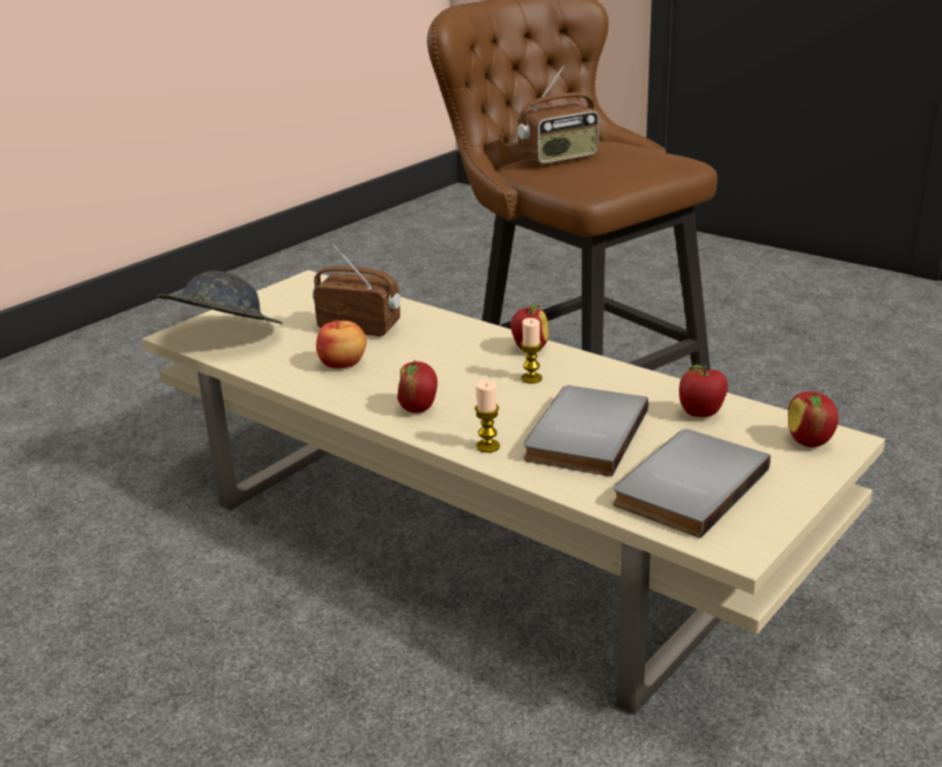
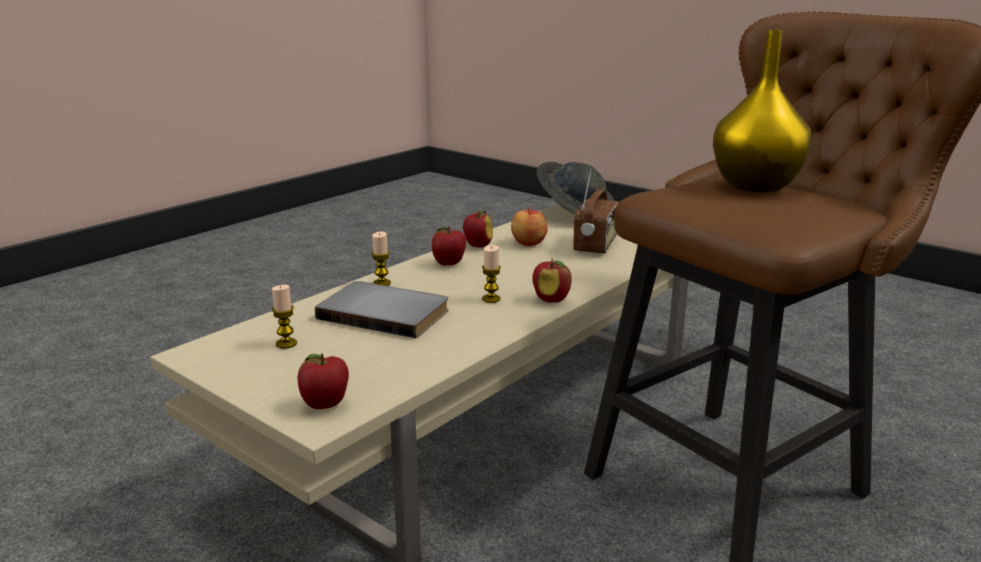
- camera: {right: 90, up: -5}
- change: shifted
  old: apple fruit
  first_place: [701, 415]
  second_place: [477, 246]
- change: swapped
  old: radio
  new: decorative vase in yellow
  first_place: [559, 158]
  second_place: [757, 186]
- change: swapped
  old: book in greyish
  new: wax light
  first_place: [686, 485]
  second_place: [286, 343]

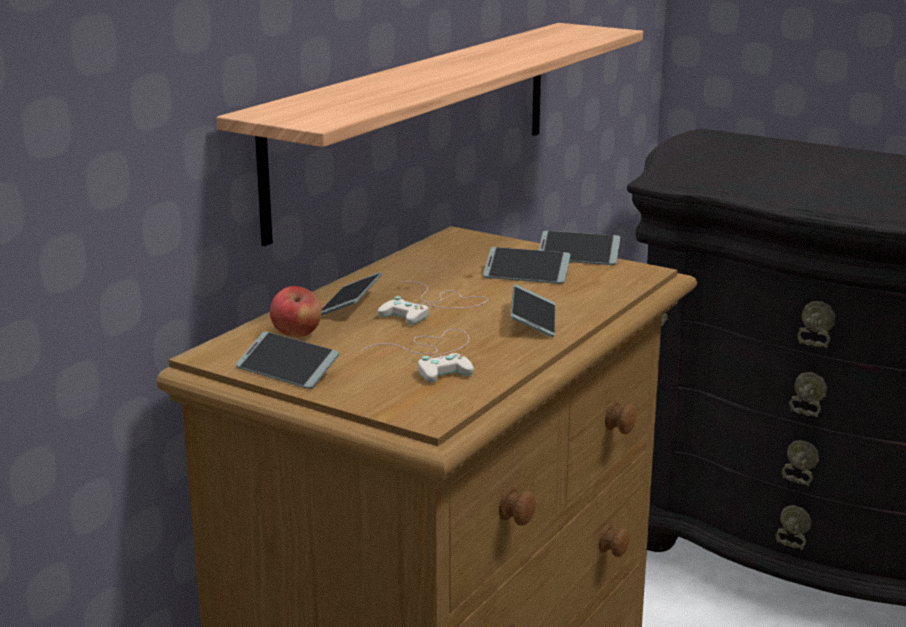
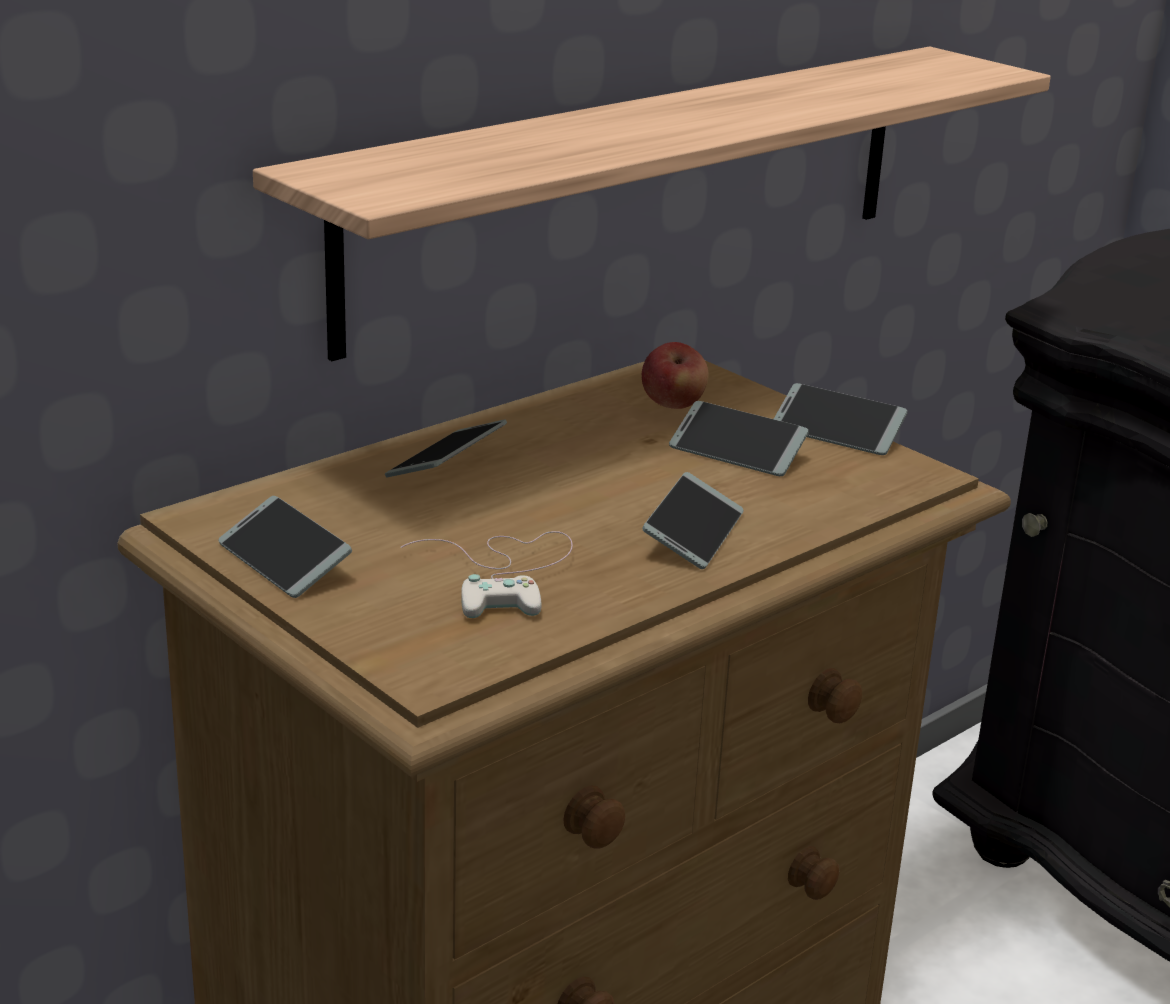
- camera: {right: 15, up: 5}
- change: gone
  old: gamepad in white-coloured
  first_place: [433, 307]
- change: shifted
  old: apple fruit
  first_place: [296, 335]
  second_place: [672, 405]

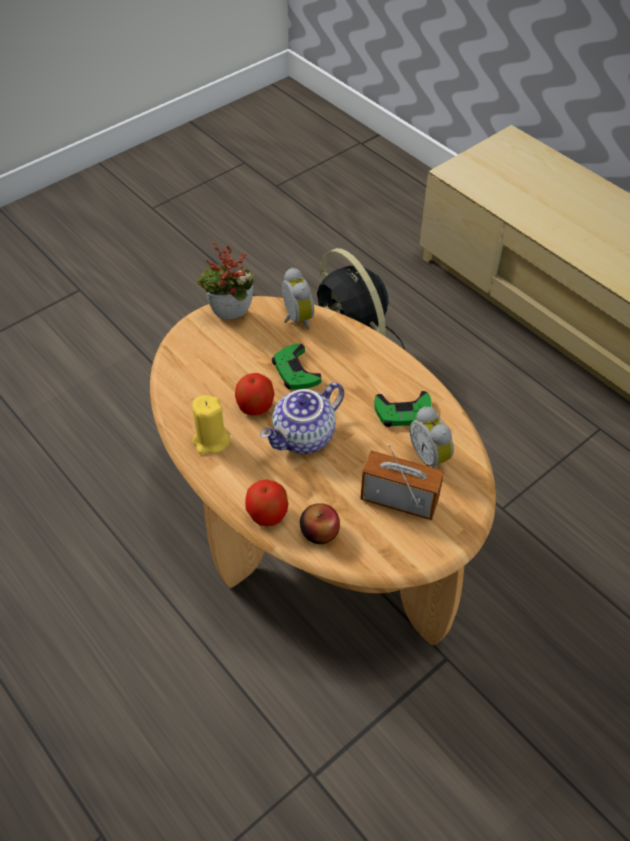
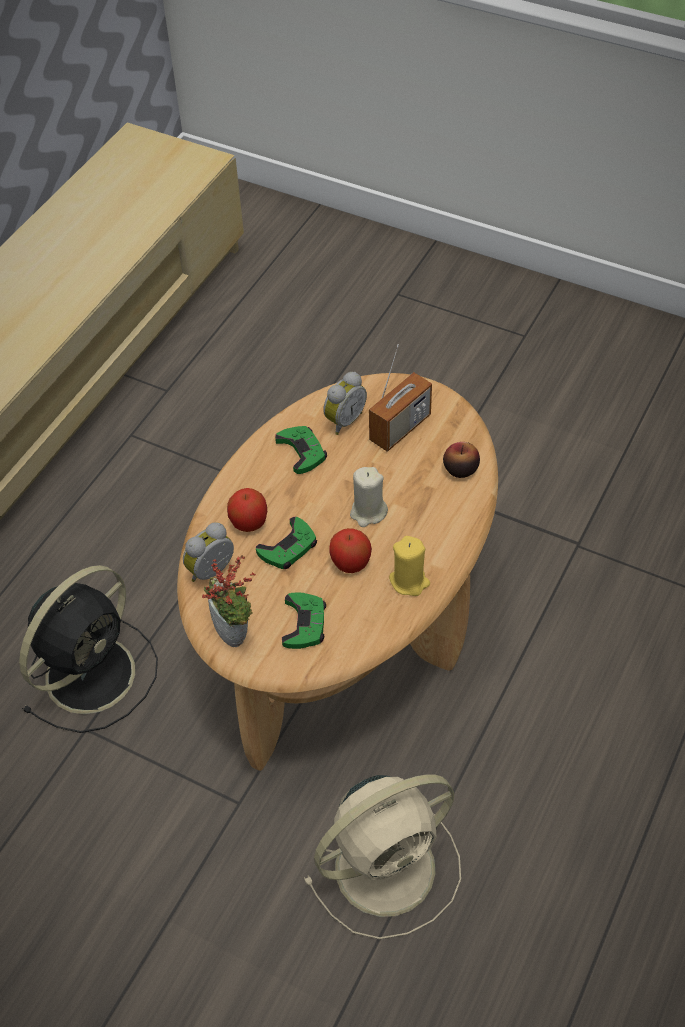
- camera: {right: -110, up: 0}
- change: new
  new: gamepad in green
  second_place: [304, 624]
- change: new
  new: cooling fan in sand-coloured
  second_place: [389, 865]
- change: shifted
  old: apple fruit
  first_place: [267, 514]
  second_place: [249, 523]
- change: swapped
  old: tea pot
  new: wax light in sand-coloured
  first_place: [304, 438]
  second_place: [368, 512]
- change: rotated
  old: radio
  first_place: [399, 500]
  second_place: [400, 428]
  degrees: -135

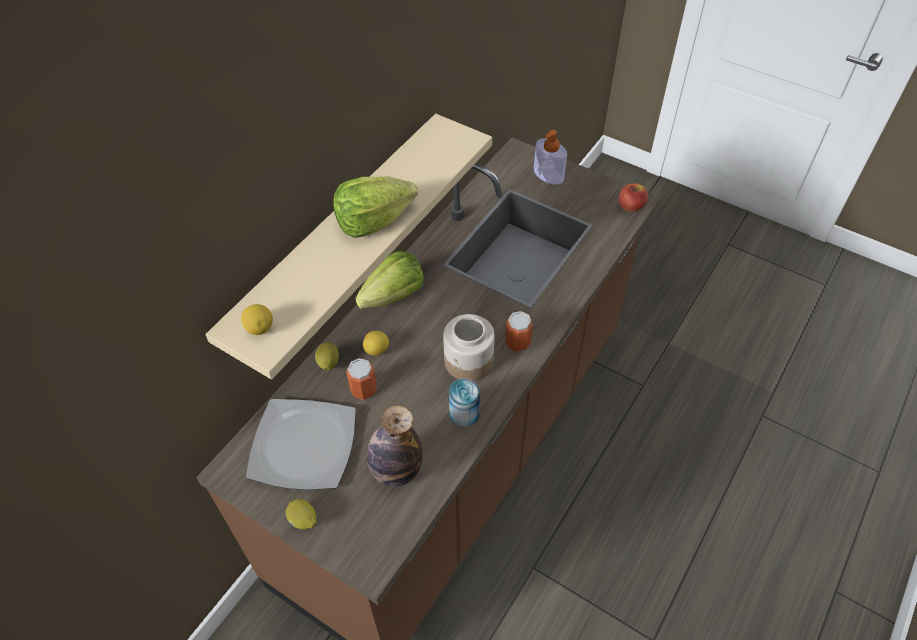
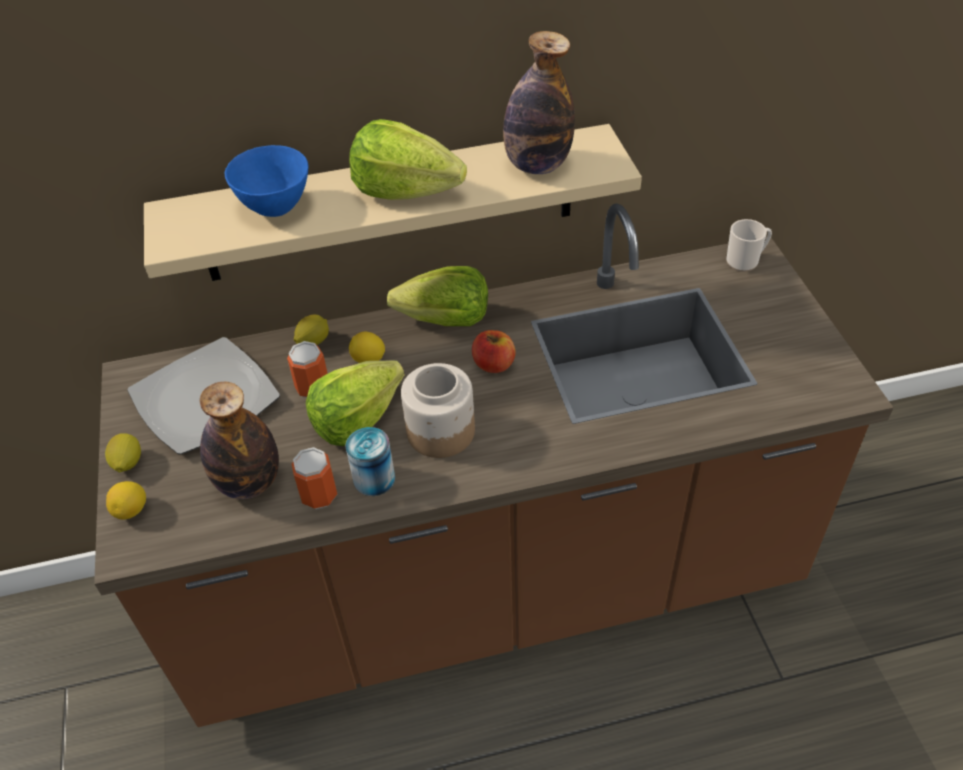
- camera: {right: 45, up: -5}
- change: gone
  old: soap dispenser
  first_place: [548, 175]
- change: new
  new: serving bowl in blue-coloured
  second_place: [276, 208]
- change: new
  new: lettuce head
  second_place: [356, 420]
- change: new
  new: beverage bottle
  second_place: [537, 165]
- change: new
  new: coffee mug
  second_place: [745, 261]
- change: shifted
  old: whole lemon
  first_place: [260, 328]
  second_place: [132, 510]
- change: shifted
  old: can
  first_place: [517, 343]
  second_place: [319, 495]
- change: shifted
  old: apple fruit
  first_place: [631, 206]
  second_place: [494, 364]

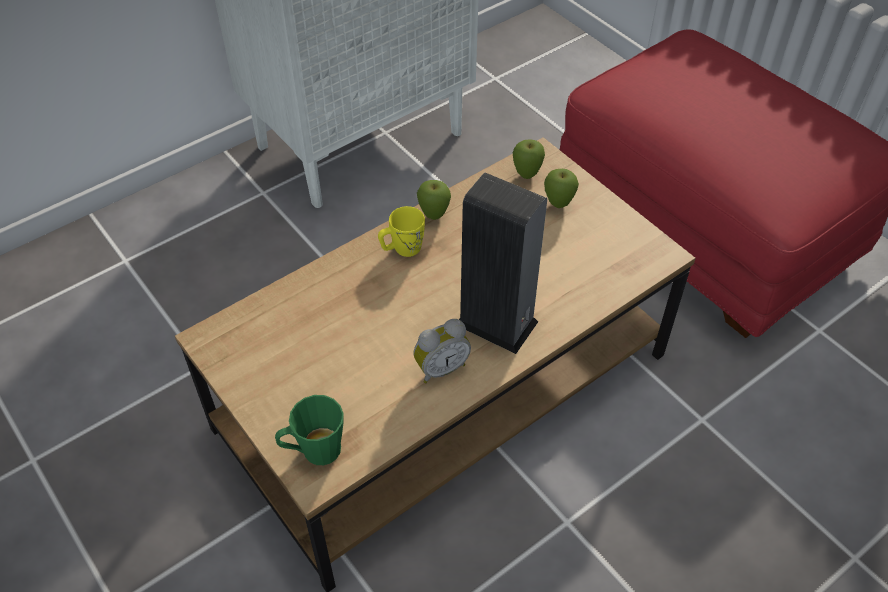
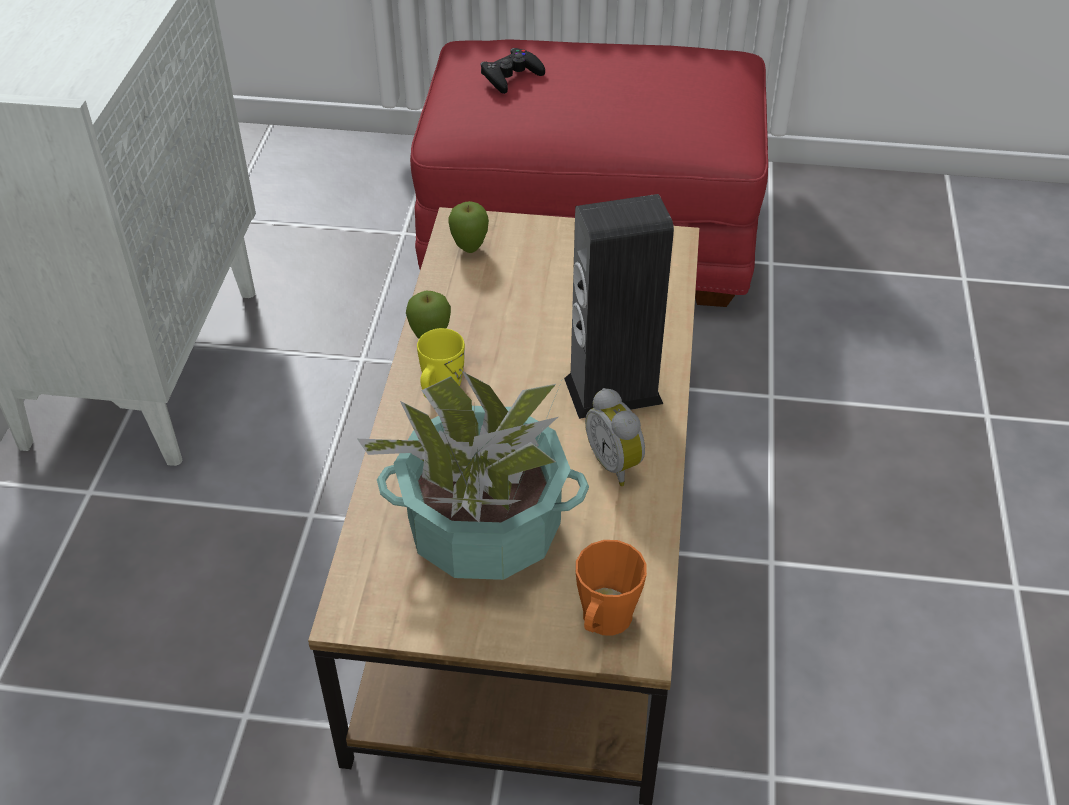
- camera: {right: -45, up: -5}
- change: gone
  old: apple fruit
  first_place: [558, 205]
- change: new
  new: houseplant
  second_place: [484, 529]
- change: new
  new: gamepad in black
  second_place: [511, 76]
- change: repainted
  old: coffee mug in green
  new: coffee mug in orangey
  first_place: [314, 451]
  second_place: [603, 623]
- change: rotated
  old: bedside clock
  first_place: [440, 368]
  second_place: [616, 463]
  degrees: 135

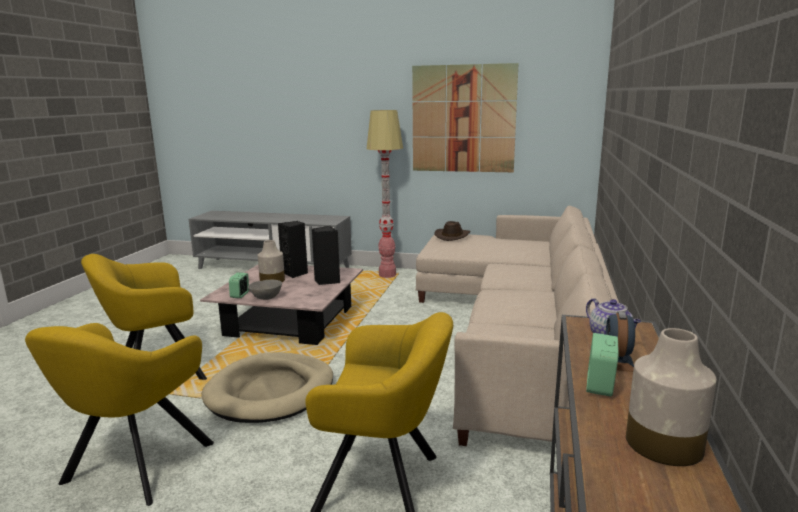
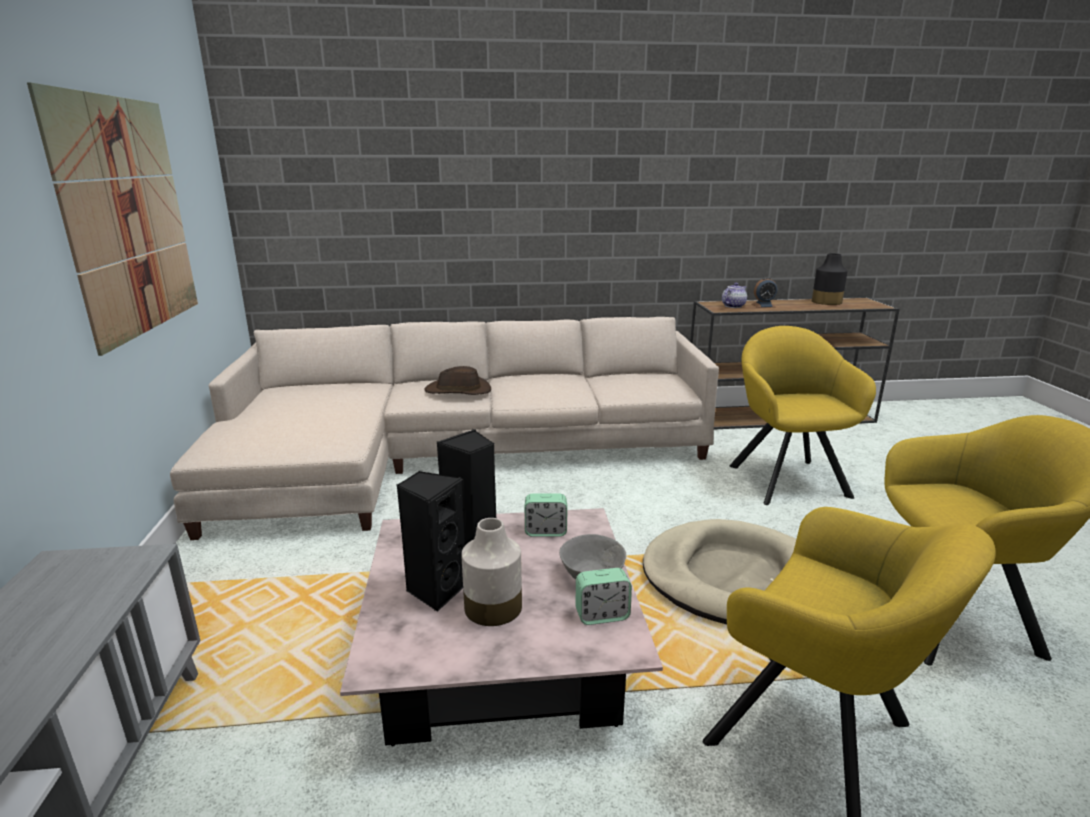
- camera: {right: -110, up: 5}
- change: gone
  old: floor lamp
  first_place: [387, 275]
- change: shifted
  old: wearable hat in brownish
  first_place: [452, 236]
  second_place: [458, 391]
- change: shifted
  old: bedside clock
  first_place: [600, 385]
  second_place: [545, 531]
- change: repainted
  old: decorative vase in sand-coloured
  new: decorative vase in black
  first_place: [664, 443]
  second_place: [827, 301]

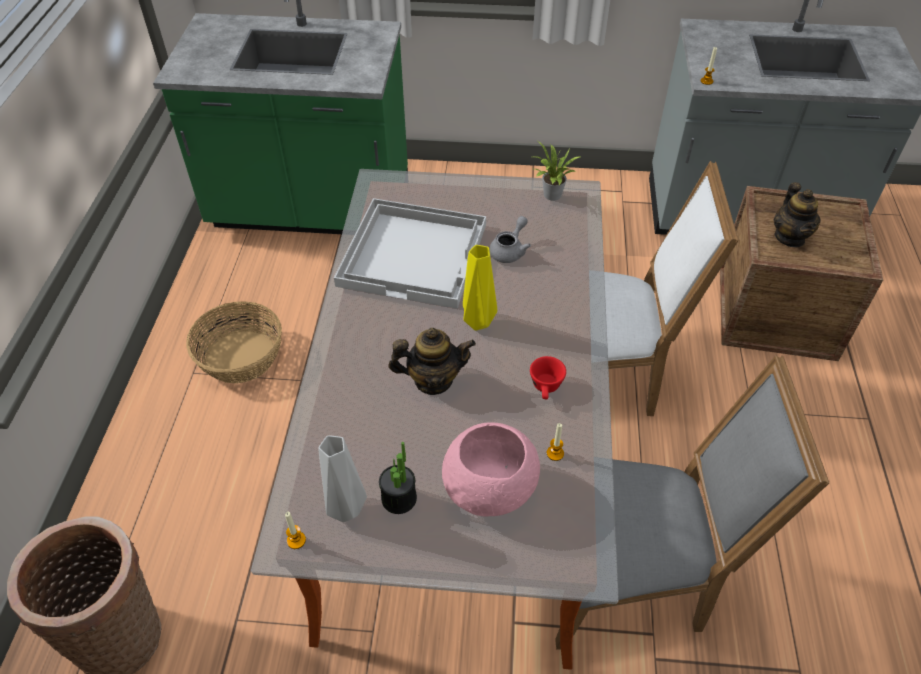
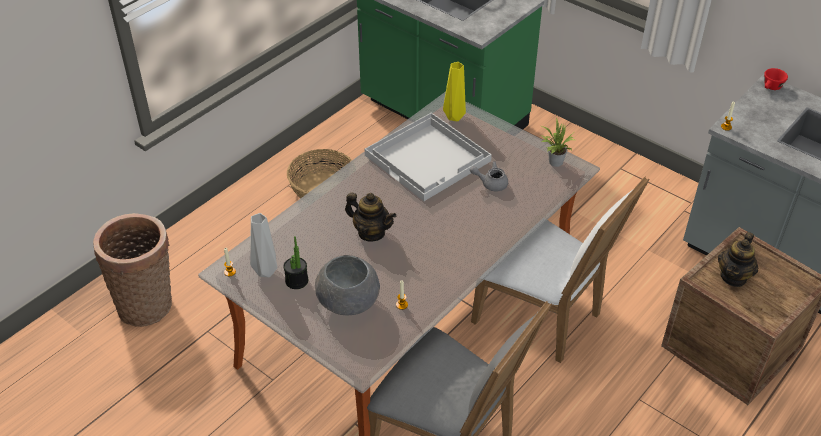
- camera: {right: 35, up: -5}
- change: shifted
  old: decorative vase in yellow
  first_place: [476, 321]
  second_place: [454, 116]
- change: shifted
  old: cup in red-coloured
  first_place: [546, 388]
  second_place: [771, 88]
- change: repainted
  old: serving bowl in pink
  new: serving bowl in greyish
  first_place: [488, 489]
  second_place: [347, 302]
- change: rotated
  old: tea pot in greyish
  first_place: [510, 250]
  second_place: [490, 183]
  degrees: -150

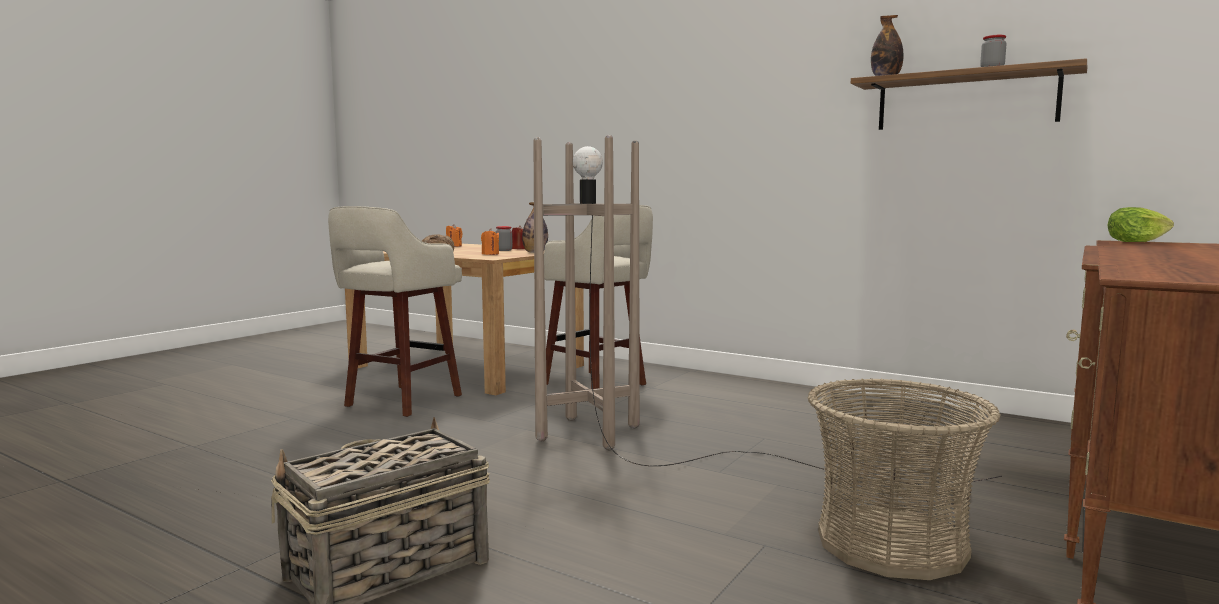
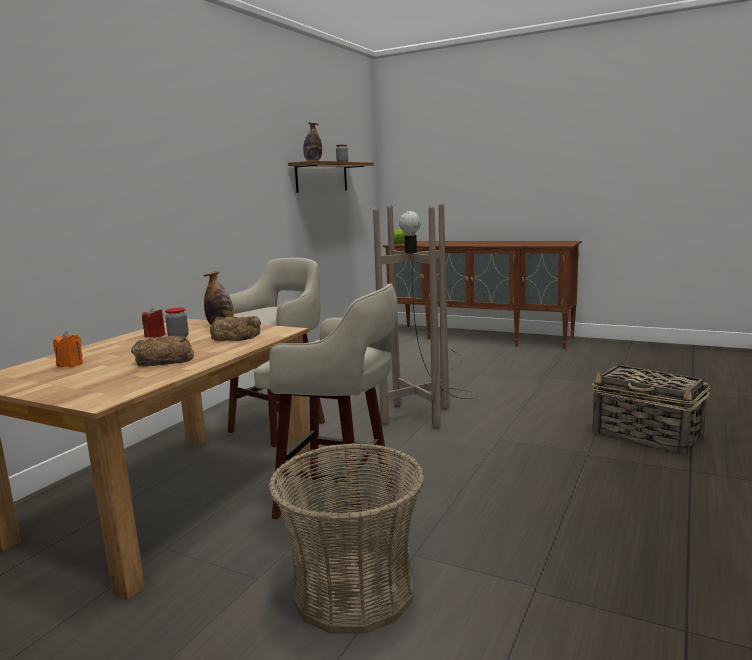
- camera: {right: -95, up: 5}
- change: shifted
  old: basket
  first_place: [891, 543]
  second_place: [353, 591]
- change: swapped
  old: wax light in orangey
  new: baked bread
  first_place: [490, 254]
  second_place: [236, 335]

